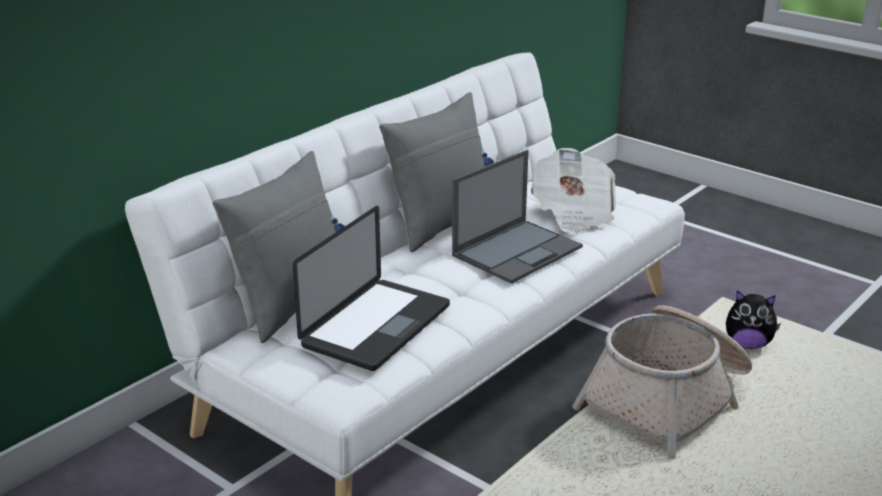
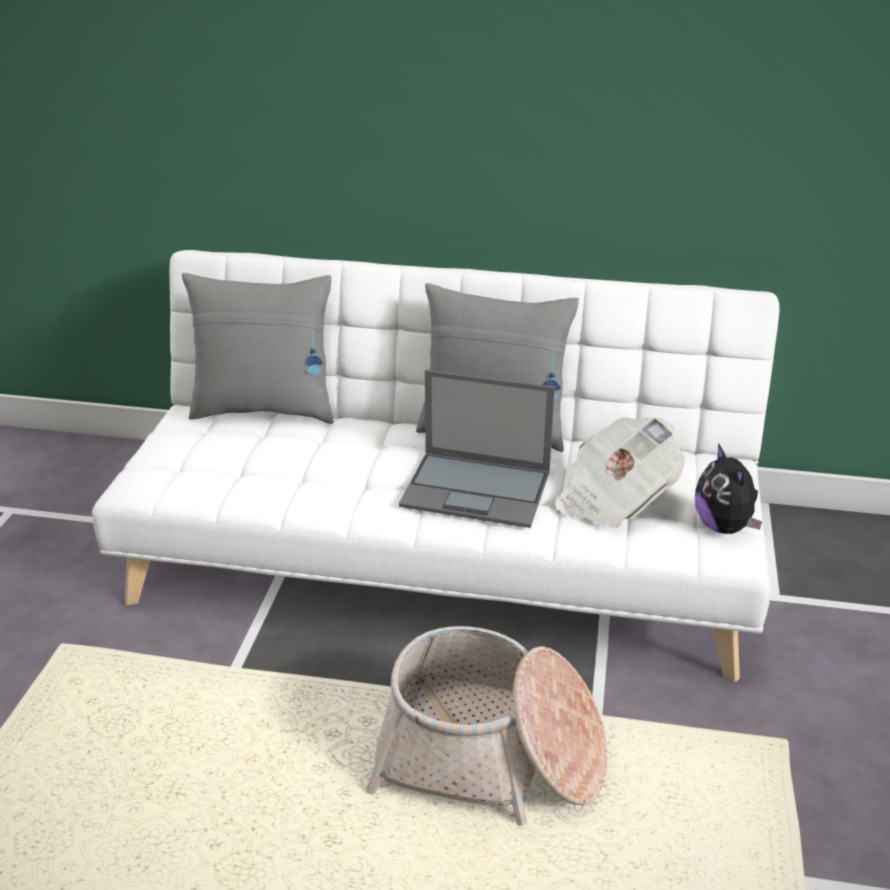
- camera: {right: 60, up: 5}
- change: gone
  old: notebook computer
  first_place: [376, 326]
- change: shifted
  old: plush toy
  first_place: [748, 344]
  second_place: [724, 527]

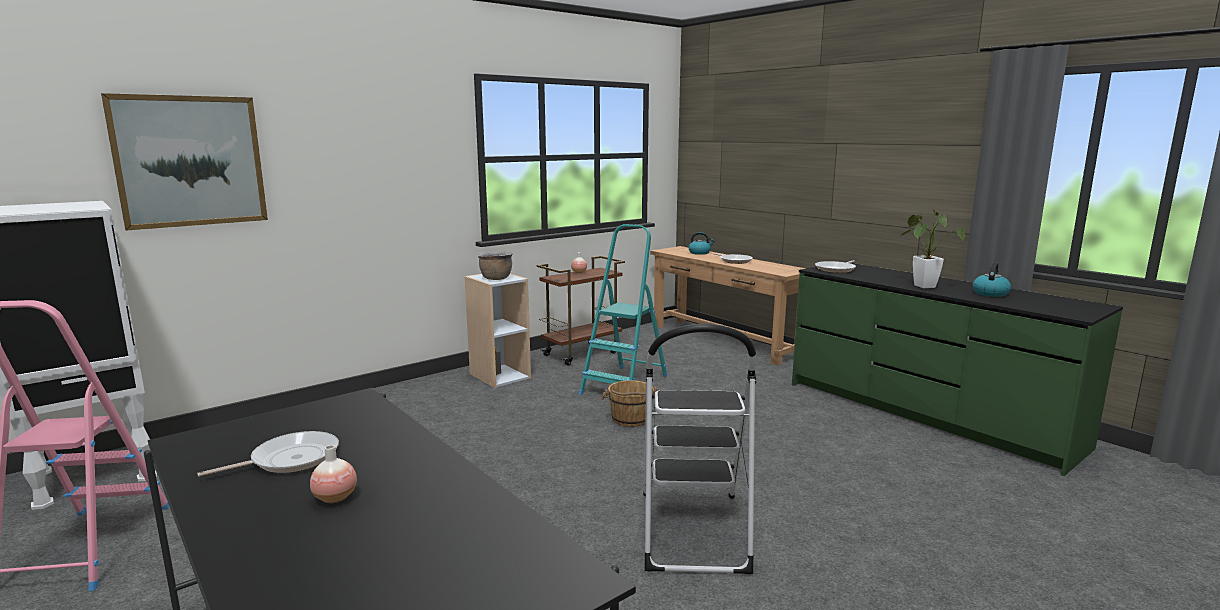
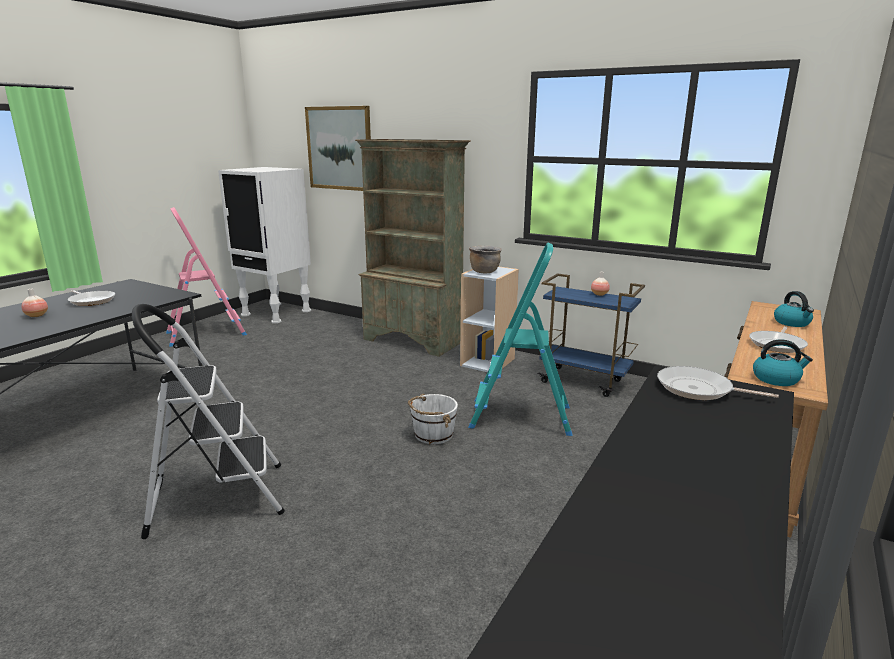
- camera: {right: 70, up: 5}
- change: gone
  old: houseplant
  first_place: [922, 285]
- change: new
  new: shelving unit in green
  second_place: [413, 340]
- change: shifted
  old: tea kettle
  first_place: [990, 293]
  second_place: [776, 379]
- change: repainted
  old: wheeled cart in brownish
  new: wheeled cart in blue-coloured
  first_place: [583, 354]
  second_place: [584, 382]
- change: repainted
  old: water bucket in brownish
  new: water bucket in white-coloured
  first_place: [630, 419]
  second_place: [433, 434]

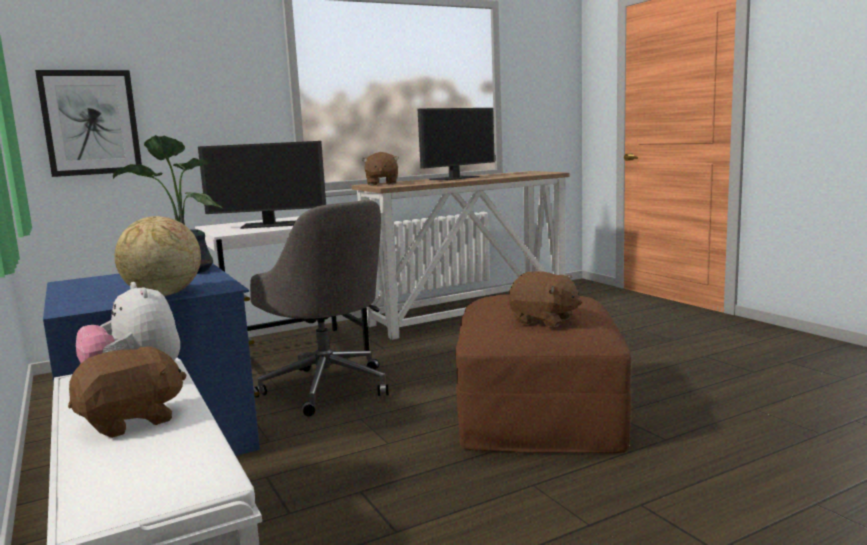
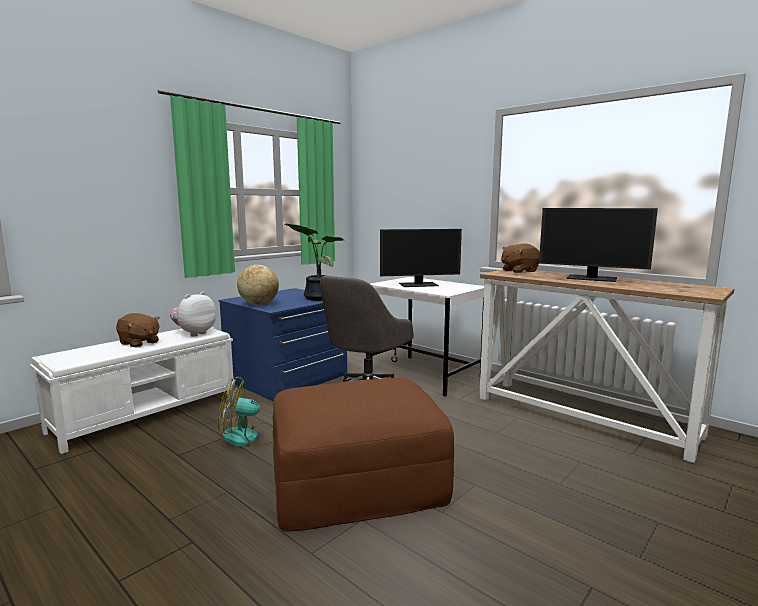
- camera: {right: 70, up: 0}
- change: gone
  old: picture
  first_place: [91, 123]
- change: gone
  old: plush toy in brownish
  first_place: [543, 320]
- change: new
  new: cooling fan
  second_place: [249, 437]
- change: rotated
  old: computer display
  first_place: [269, 225]
  second_place: [419, 284]
  degrees: -75

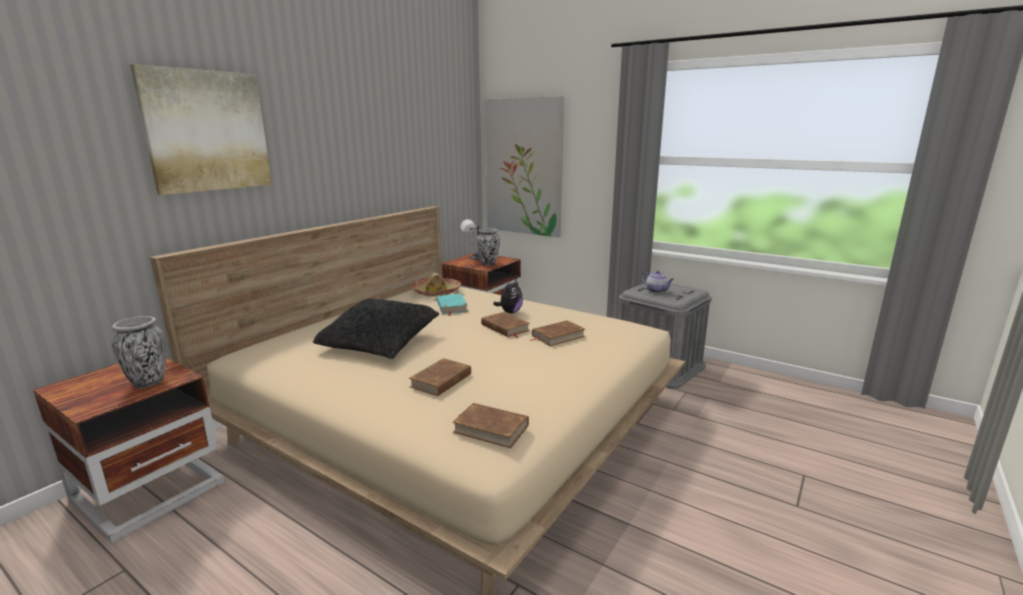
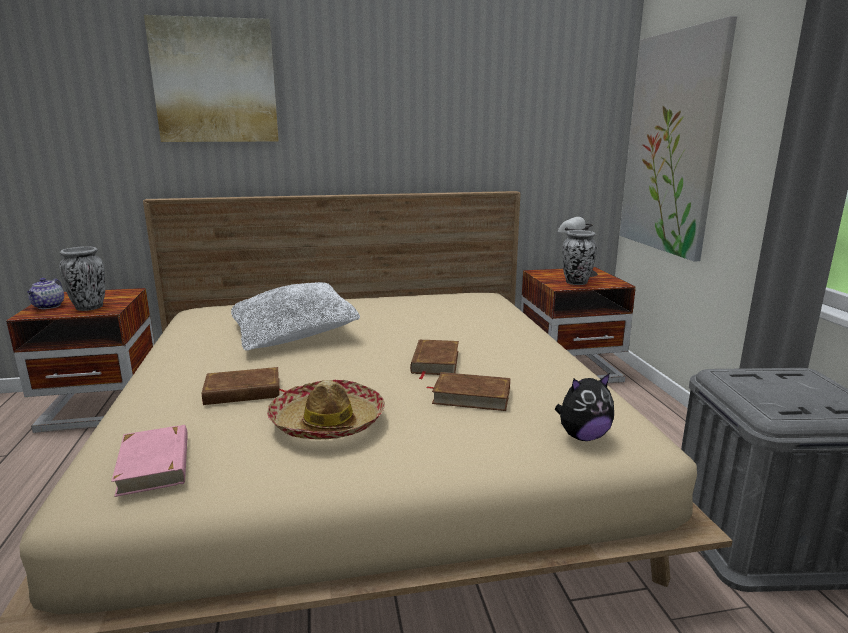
- camera: {right: 45, up: 0}
- change: gone
  old: book in blue-green
  first_place: [451, 307]
- change: shifted
  old: wearable hat
  first_place: [436, 292]
  second_place: [328, 422]
- change: shifted
  old: plush toy
  first_place: [510, 312]
  second_place: [582, 436]
- change: shifted
  old: tea pot
  first_place: [656, 290]
  second_place: [48, 306]
- change: repainted
  old: cushion in black
  new: cushion in white-coloured
  first_place: [378, 342]
  second_place: [292, 333]
- change: repainted
  old: book in brownish
  new: book in pink
  first_place: [491, 428]
  second_place: [155, 464]

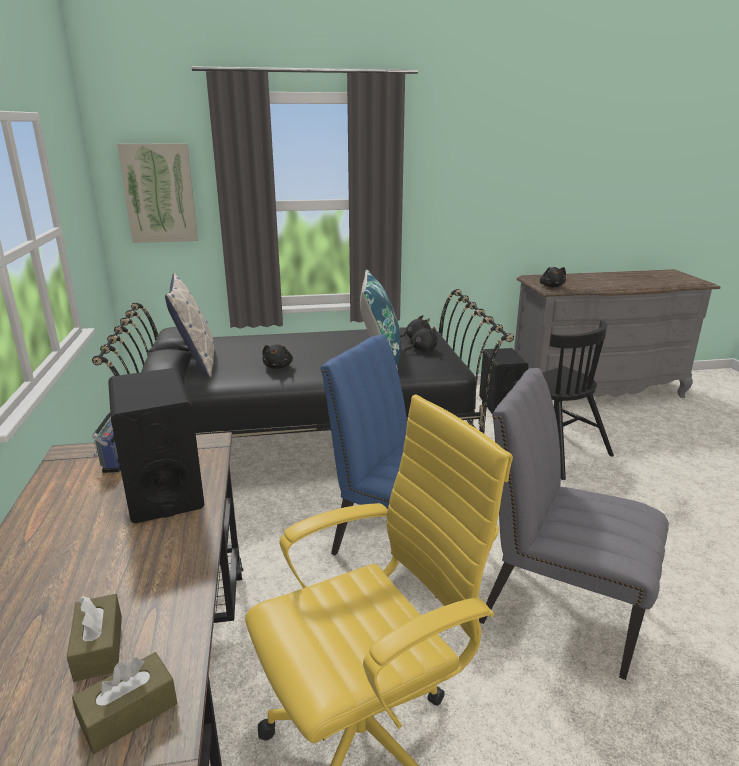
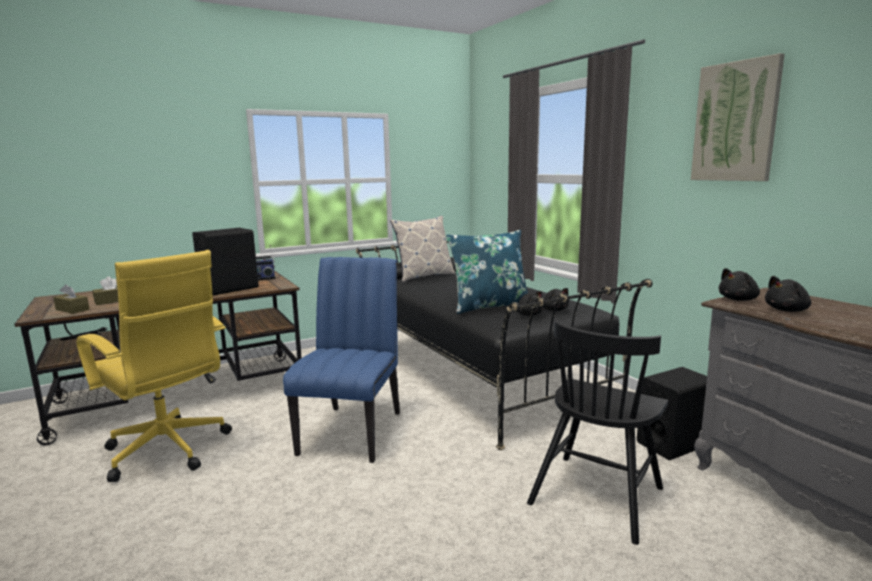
- camera: {right: 70, up: -10}
- change: gone
  old: upright chair in greyish
  first_place: [561, 613]
- change: shifted
  old: picture
  first_place: [159, 193]
  second_place: [735, 122]
- change: shifted
  old: plush toy in black
  first_place: [278, 366]
  second_place: [788, 310]

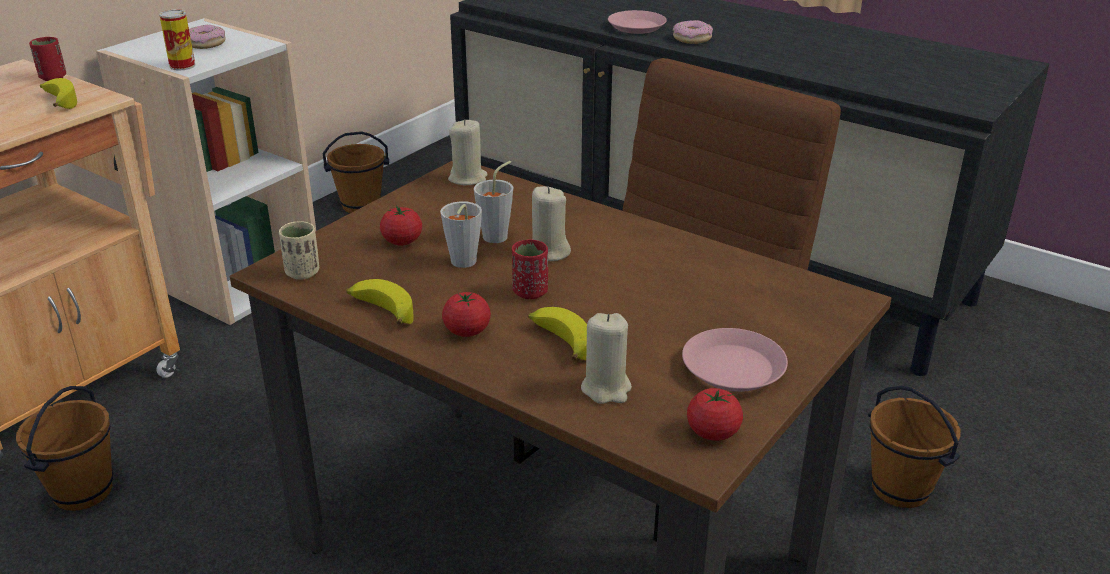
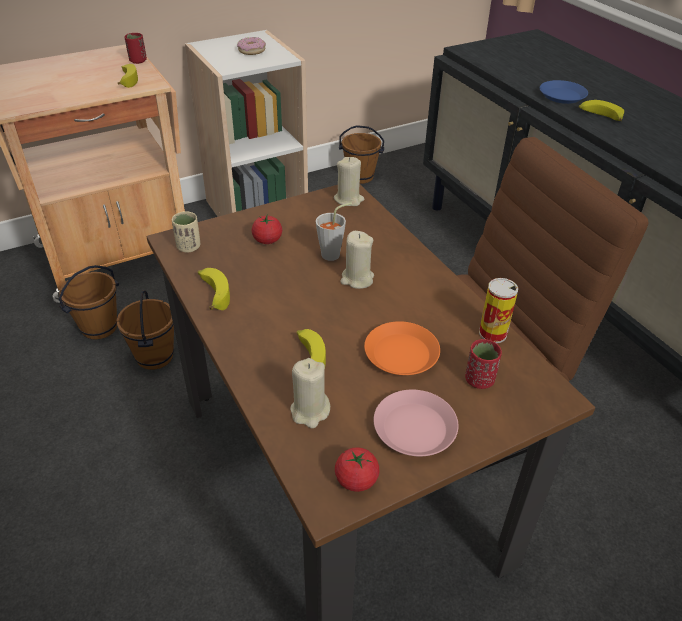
- camera: {right: 25, up: 10}
- change: gone
  old: cup in greyish
  first_place: [462, 264]
- change: gone
  old: whole tomato
  first_place: [467, 331]
- change: new
  new: dinner plate in orangey
  second_place: [401, 354]
- change: shifted
  old: can
  first_place: [182, 66]
  second_place: [492, 333]
- change: shifted
  old: cup in red-coloured
  first_place: [530, 292]
  second_place: [479, 380]
- change: shifted
  old: water bucket in brownish
  first_place: [901, 489]
  second_place: [155, 357]
- change: swapped
  old: ring doughnut
  new: banana fruit
  first_place: [692, 38]
  second_place: [599, 116]
- change: repainted
  old: dinner plate in pink
  new: dinner plate in blue-coloured
  first_place: [636, 27]
  second_place: [562, 96]

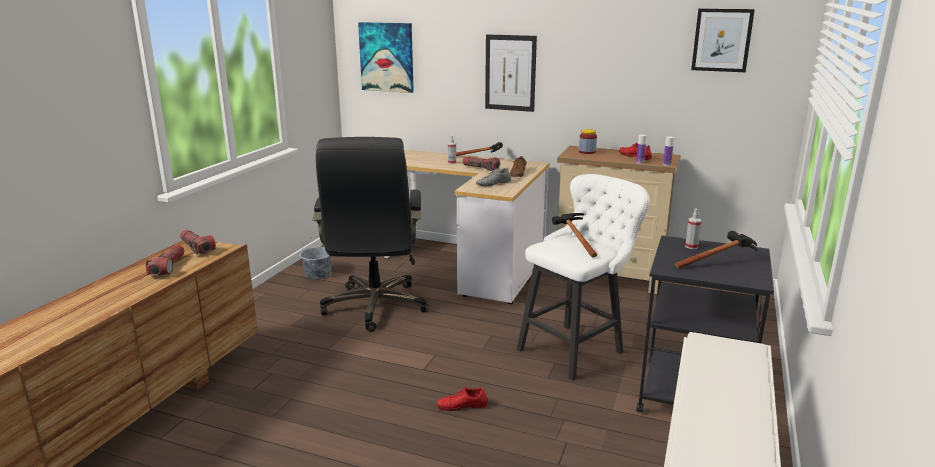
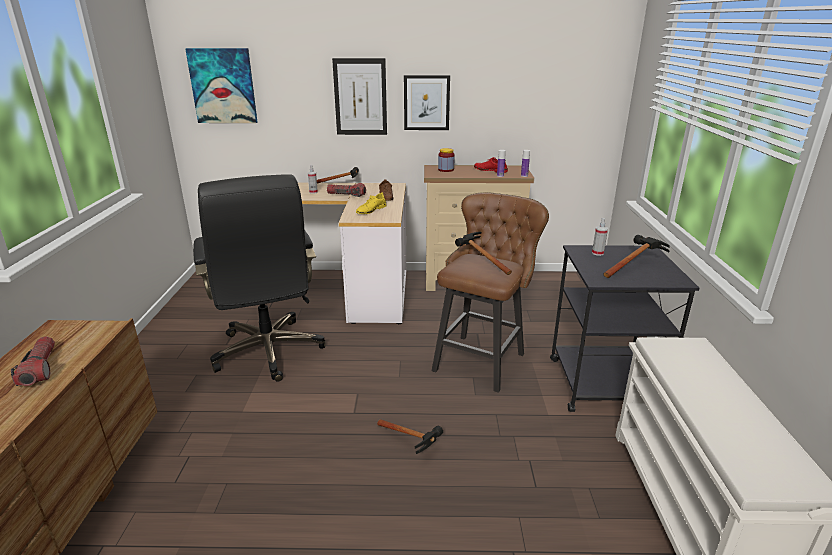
- camera: {right: -20, up: 5}
- change: gone
  old: hand torch
  first_place: [197, 248]
- change: gone
  old: water bucket in greyish
  first_place: [318, 274]
- change: shifted
  old: picture
  first_place: [722, 40]
  second_place: [426, 103]
- change: swapped
  old: shoe in red-coloured
  new: hand hammer
  first_place: [462, 405]
  second_place: [413, 444]
- change: repainted
  old: shoe in greyish
  new: shoe in yellow
  first_place: [493, 183]
  second_place: [371, 210]
- change: repainted
  old: sitting stool in white-coloured
  new: sitting stool in brownish
  first_place: [578, 346]
  second_place: [483, 356]

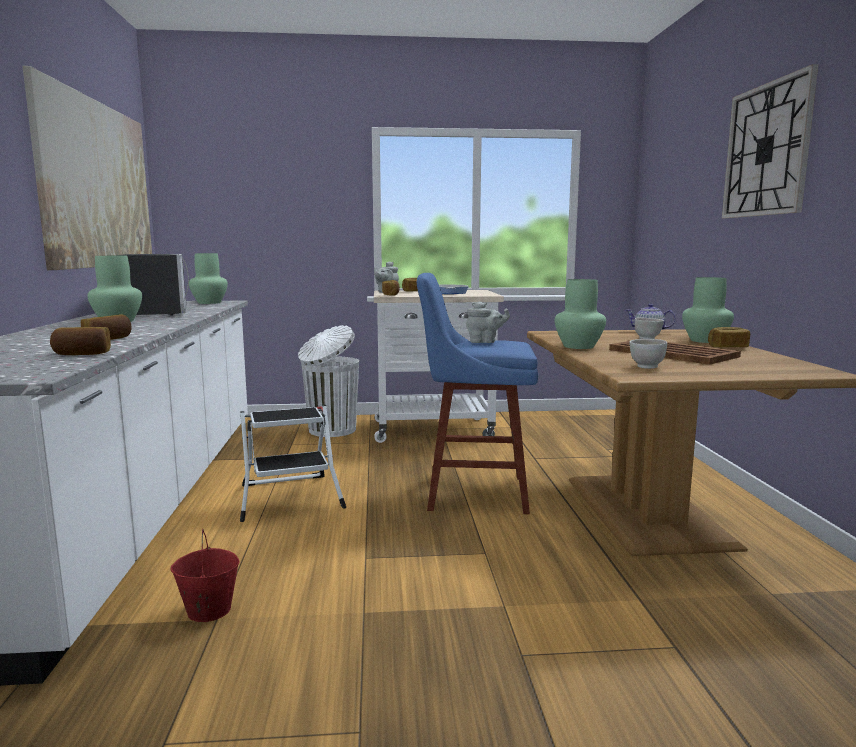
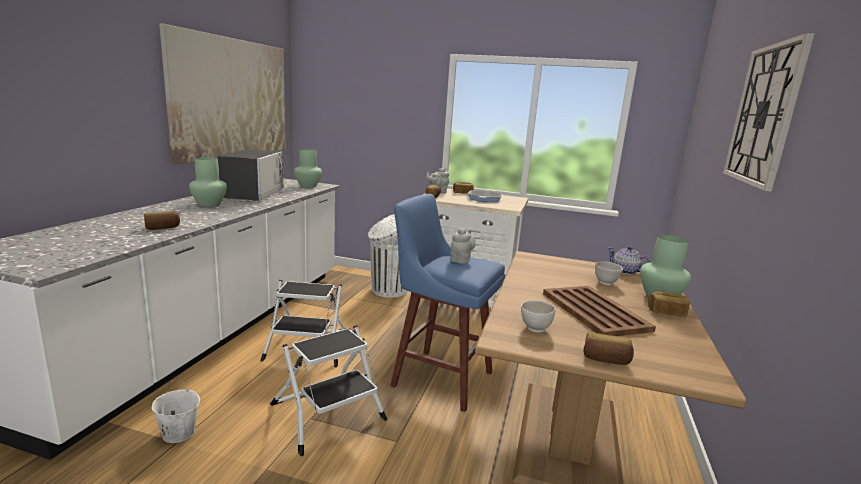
- camera: {right: 20, up: 5}
- change: gone
  old: decorative vase in green
  first_place: [578, 346]
- change: new
  new: stepladder
  second_place: [326, 414]
- change: shifted
  old: baked bread
  first_place: [82, 354]
  second_place: [605, 359]
- change: repainted
  old: water bucket in red-coloured
  new: water bucket in white-coloured
  first_place: [208, 610]
  second_place: [178, 433]
- change: rotated
  old: tea pot in greyish
  first_place: [485, 342]
  second_place: [461, 259]
  degrees: -90

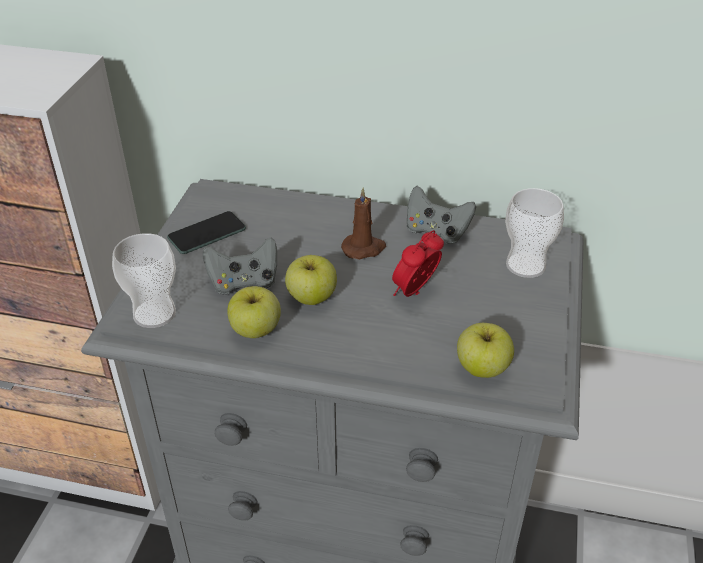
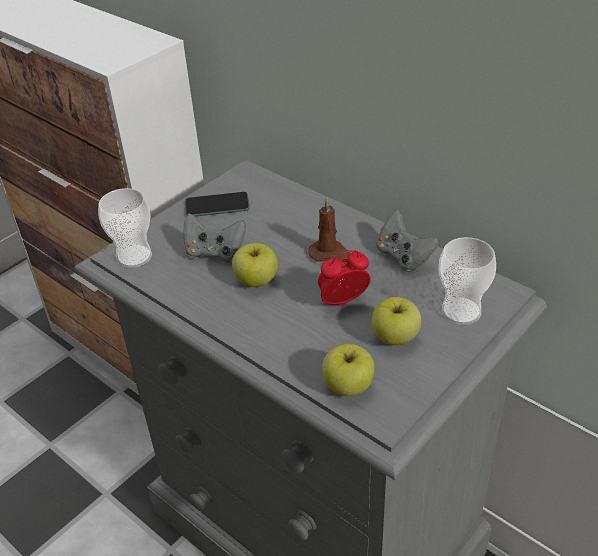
- camera: {right: 30, up: 0}
- change: shifted
  old: apple fruit
  first_place: [256, 330]
  second_place: [395, 337]

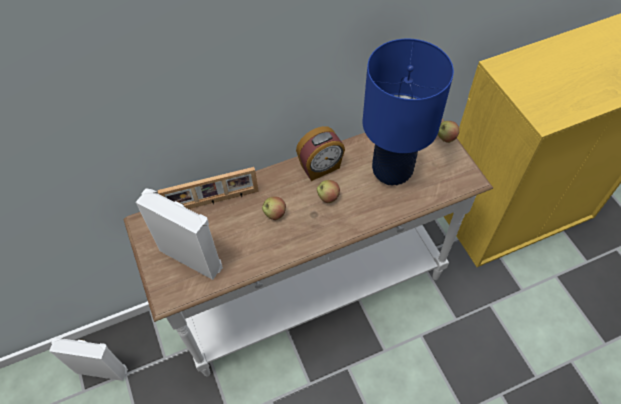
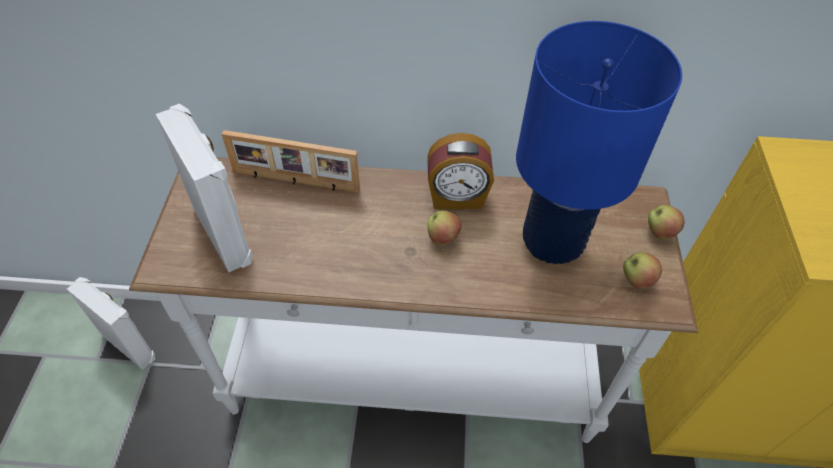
- camera: {right: 25, up: -5}
- change: shifted
  old: apple fruit
  first_place: [274, 214]
  second_place: [636, 280]

